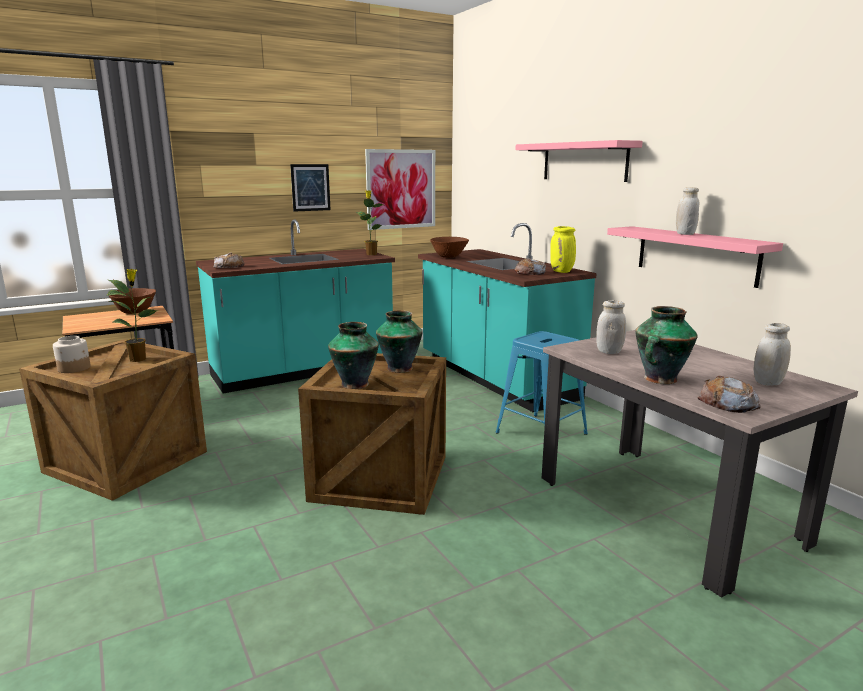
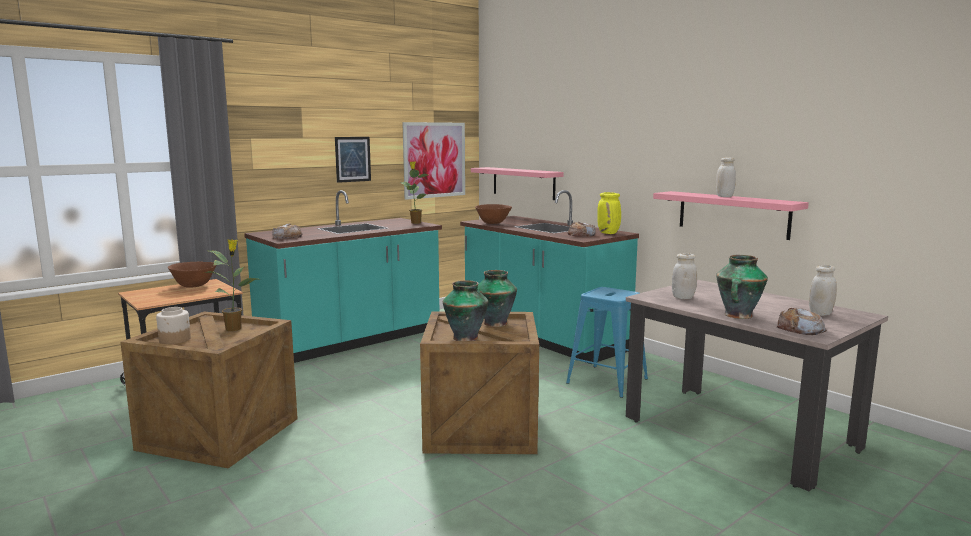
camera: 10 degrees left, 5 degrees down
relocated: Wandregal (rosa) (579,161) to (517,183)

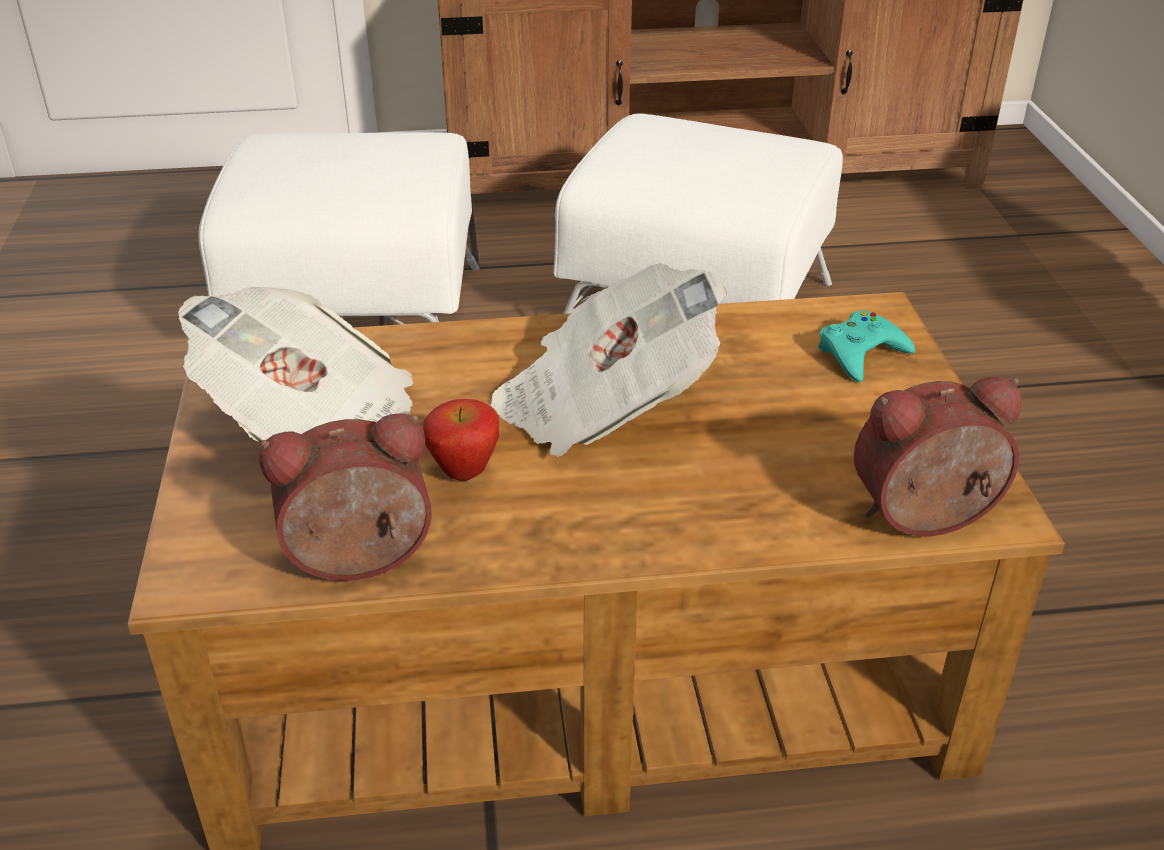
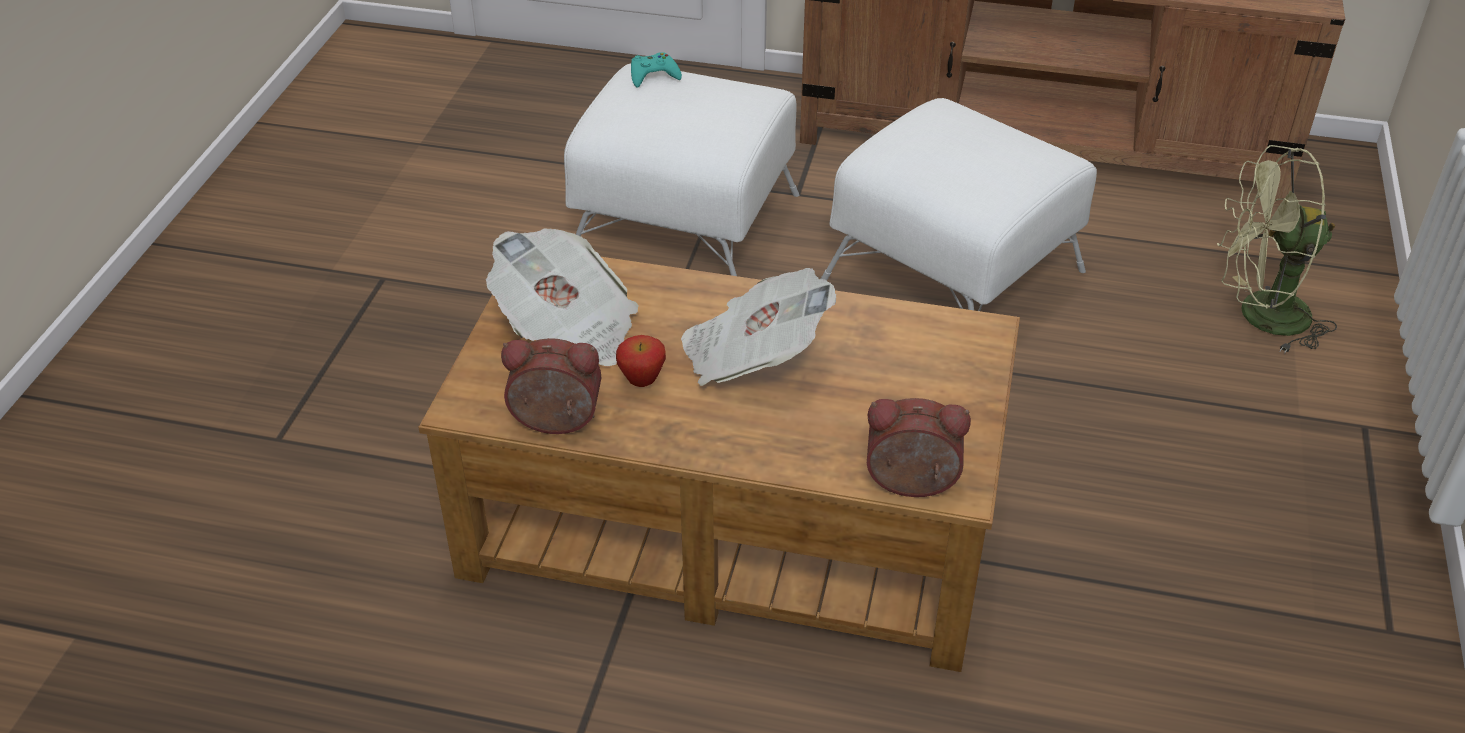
camera: 20 degrees right, 5 degrees up
appeared: Ventilator (grün) (1277,249)
relocated: Gamepad (türkis) (866,346) to (656,70)

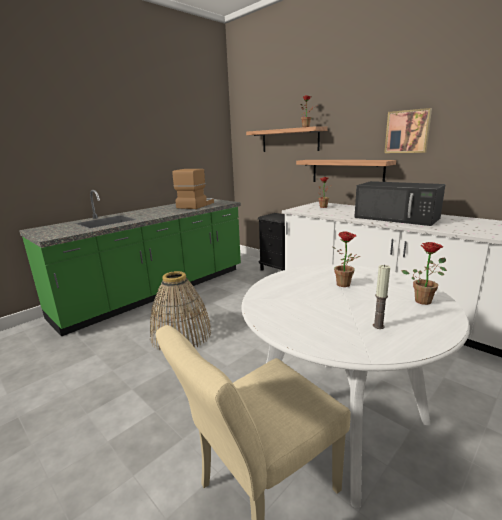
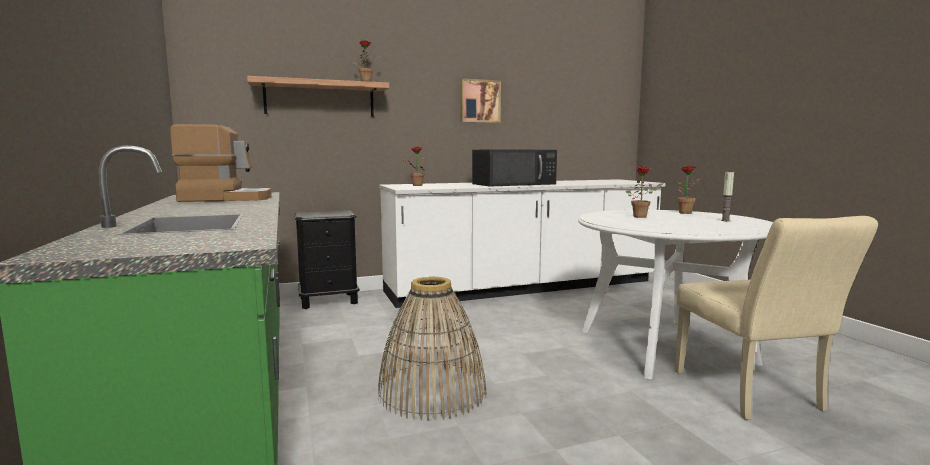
camera: 65 degrees left, 10 degrees down
missing: Wandregal (346,171)
spun: Kaffeemaschine (193,189) = (221,163) 120 degrees clockwise

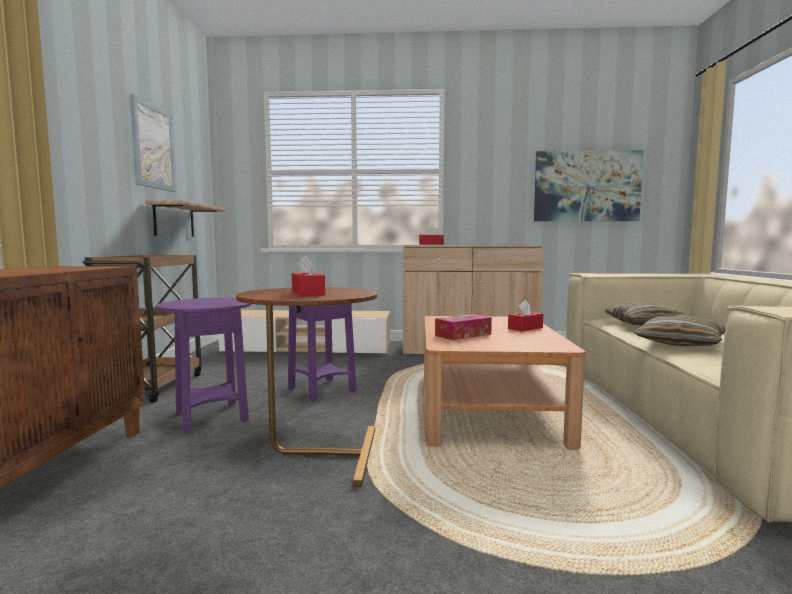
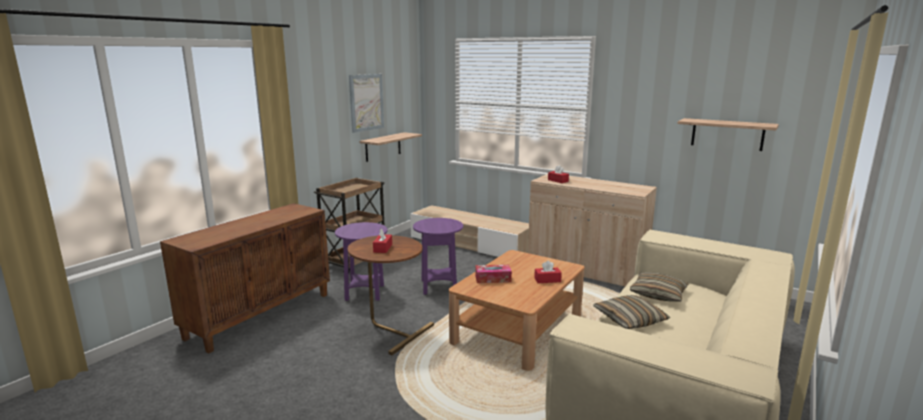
camera: 30 degrees right, 10 degrees up
exchanged: Bild (589,186) to Wandregal (728,134)

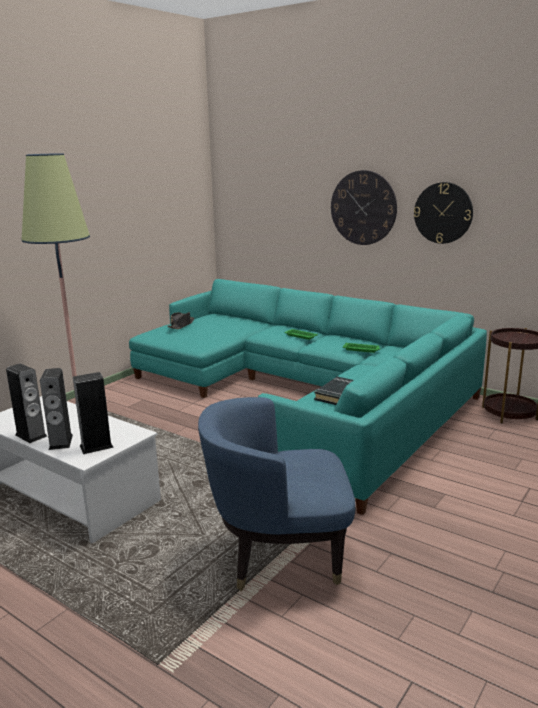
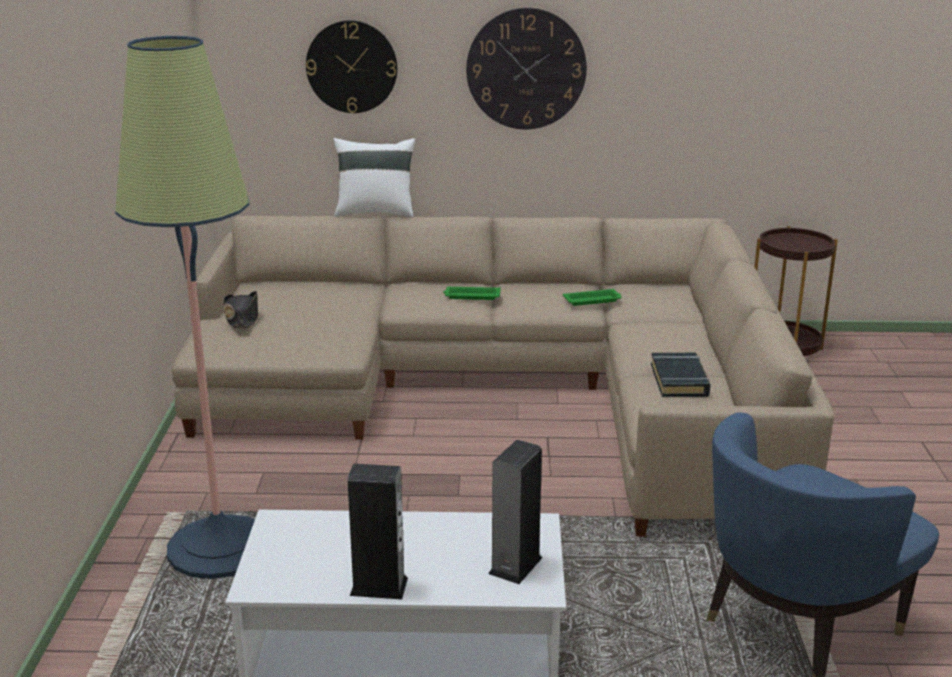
camera: 35 degrees left, 5 degrees up
missing: Lautsprecher (56,409)
appeared: Kissen (weiß) (374,178)
relocated: Wanduhr (443,213) to (351,66)
colour: Sofa (türkis) (308,397) to Sofa (beige) (503,376)

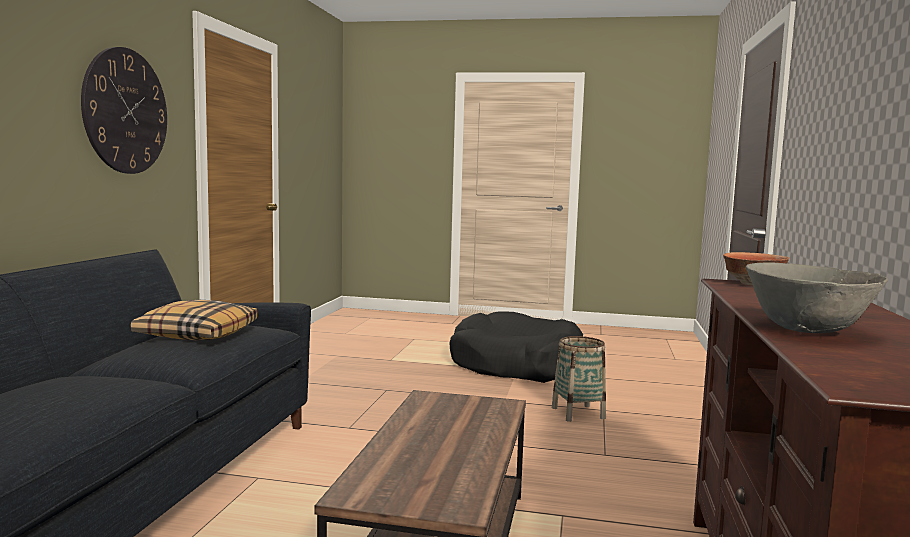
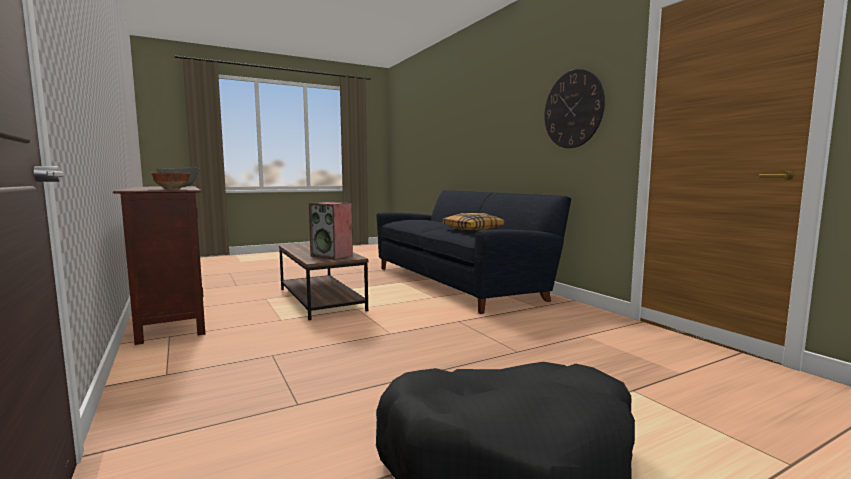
camera: 140 degrees right, 0 degrees up
missing: Korb (579,379)
appeared: Lautsprecher (331,231)

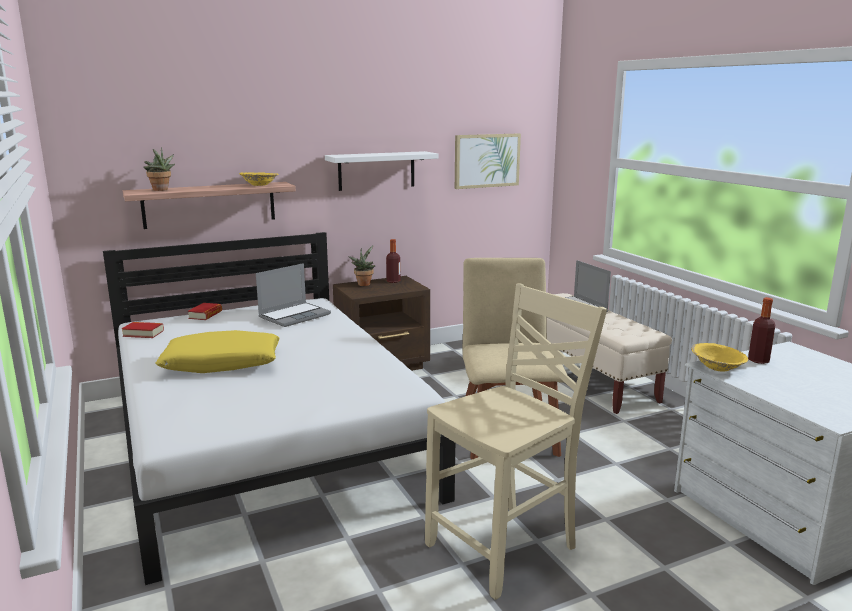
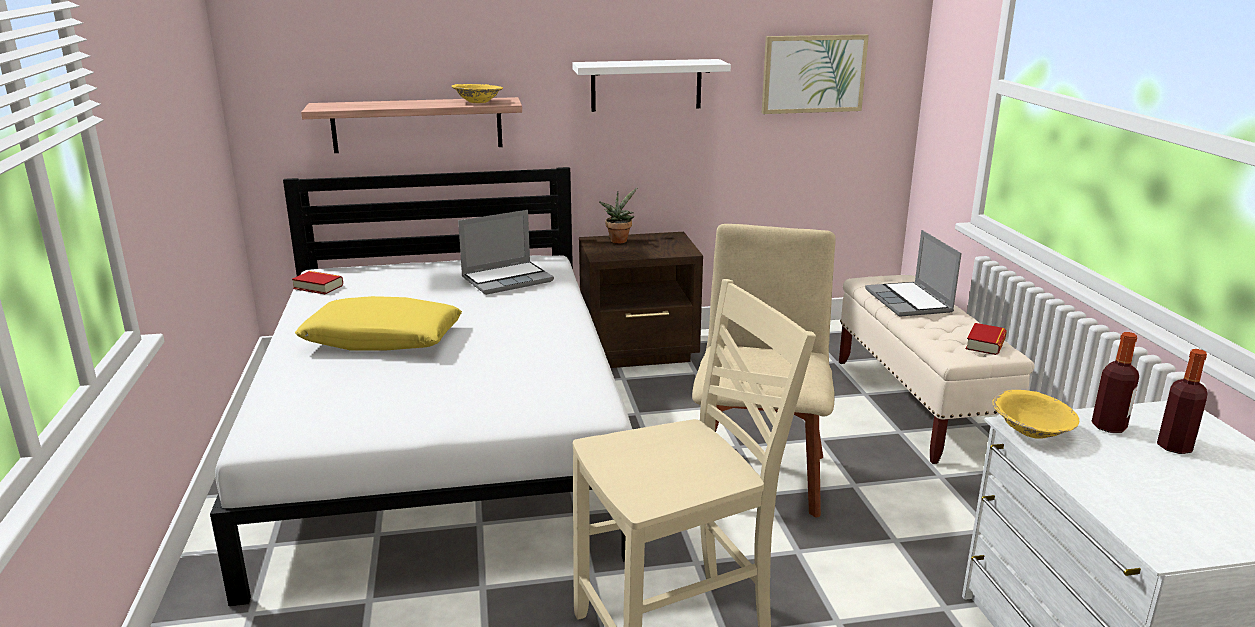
camera: 15 degrees right, 5 degrees up
missing: Topfpflanze (159,169)
relocated: Flasche (393,261) to (1182,401); Buch (205,311) to (986,339)

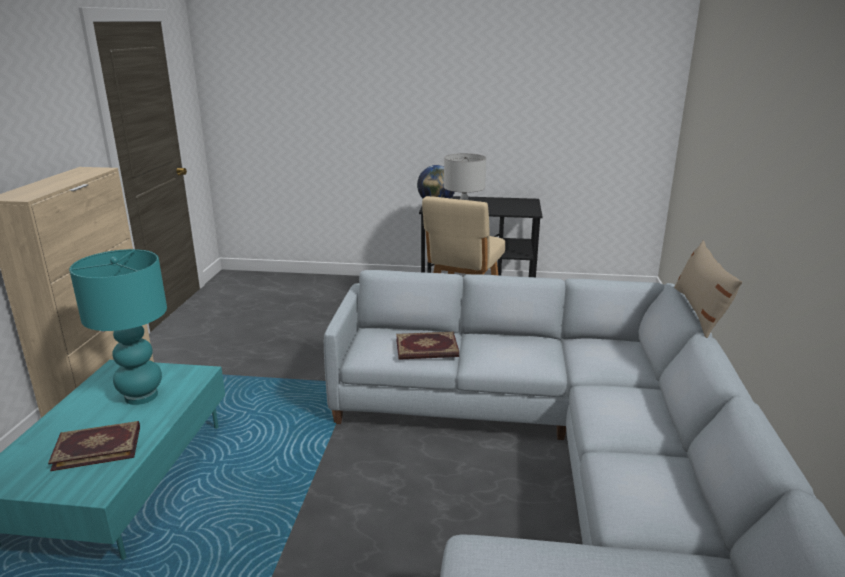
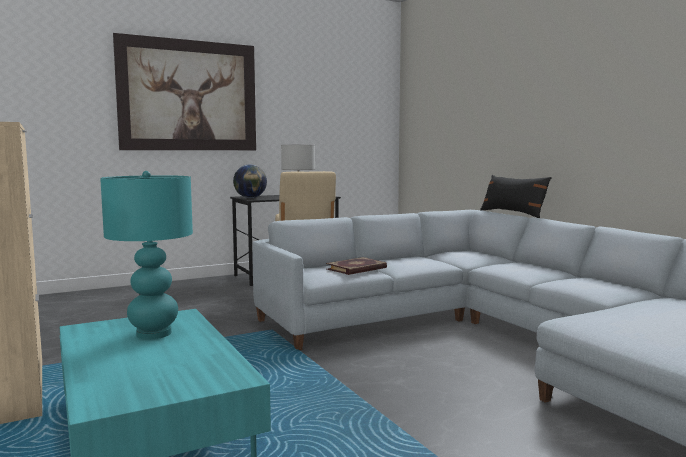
camera: 35 degrees left, 15 degrees down
missing: Buch (94,446)
appeared: Bild (184,91)
colour: Kissen (beige) (708,289) to Kissen (schwarz) (516,196)

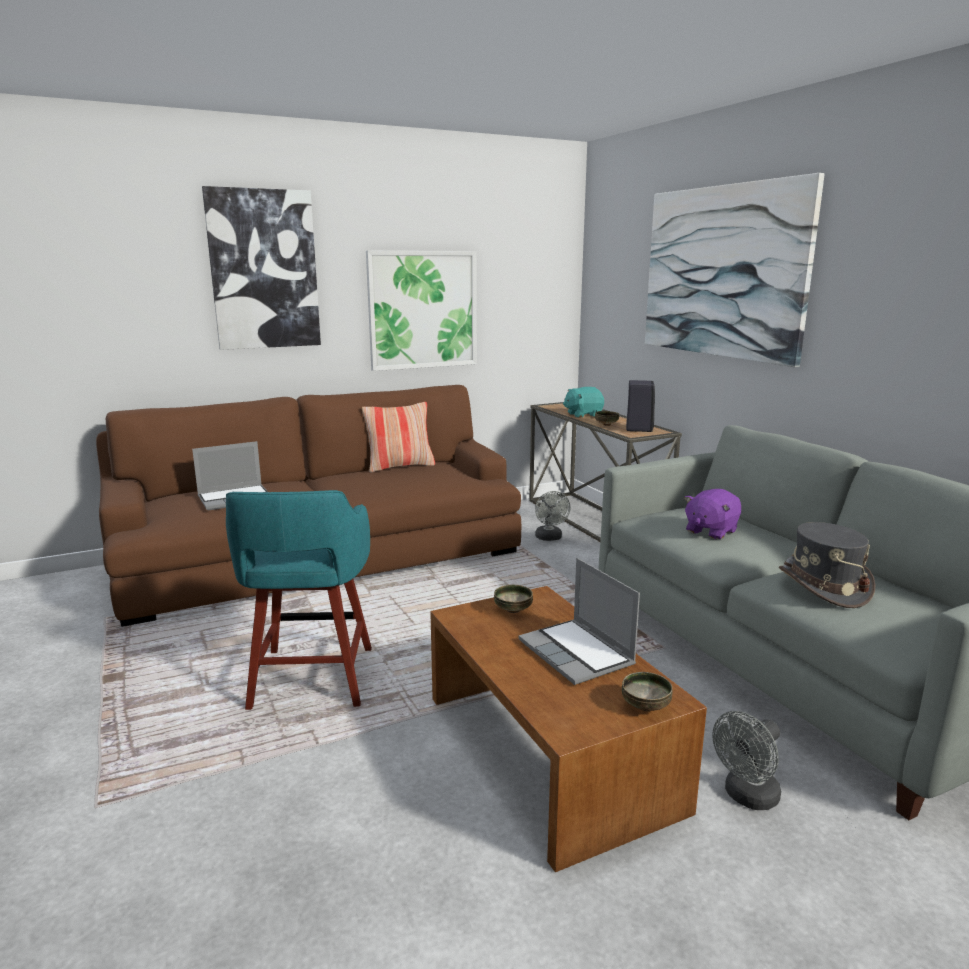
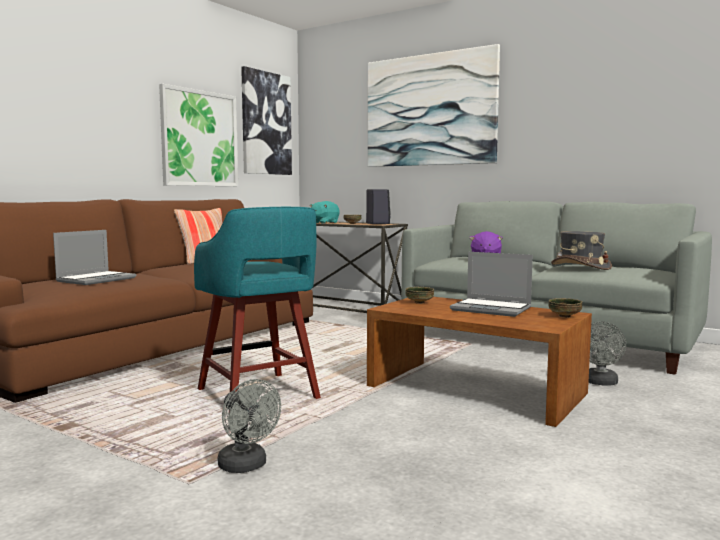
camera: 30 degrees left, 10 degrees down
relocated: Bild (261,268) to (266,120); Ventilator (grau) (553,516) to (249,426)

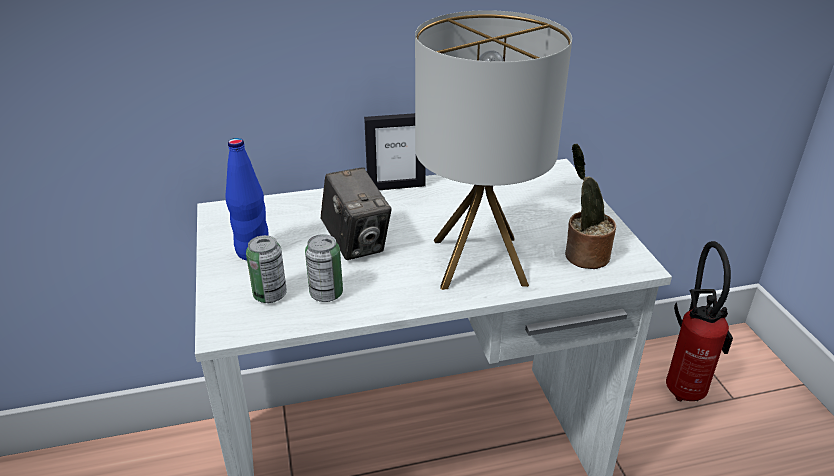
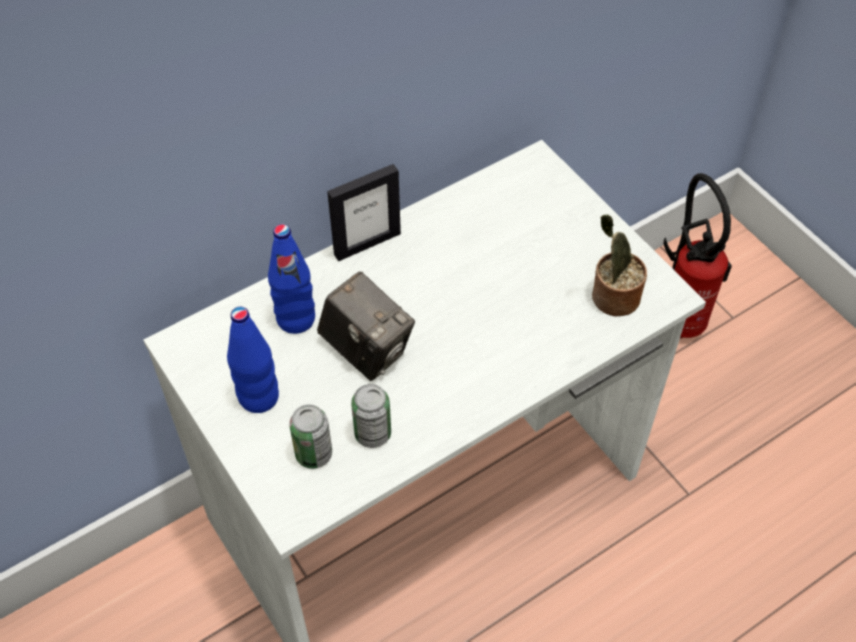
camera: 20 degrees left, 20 degrees up
missing: Tischlampe (493,150)
appeared: Flasche (blau) (291,279)

